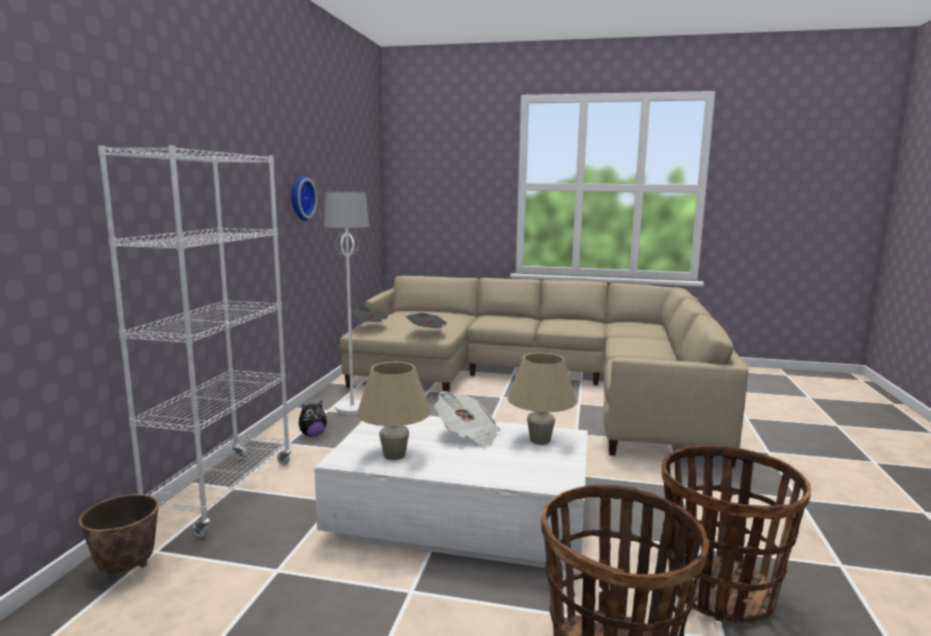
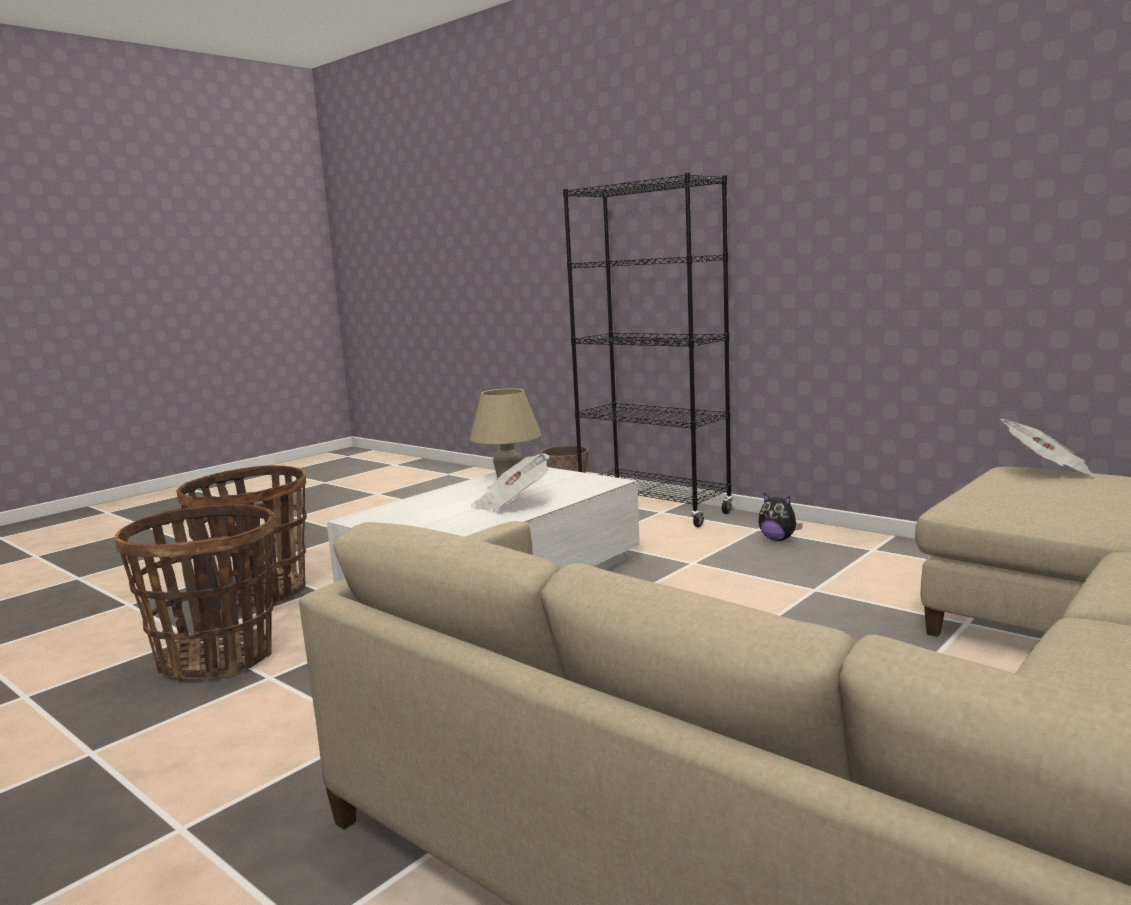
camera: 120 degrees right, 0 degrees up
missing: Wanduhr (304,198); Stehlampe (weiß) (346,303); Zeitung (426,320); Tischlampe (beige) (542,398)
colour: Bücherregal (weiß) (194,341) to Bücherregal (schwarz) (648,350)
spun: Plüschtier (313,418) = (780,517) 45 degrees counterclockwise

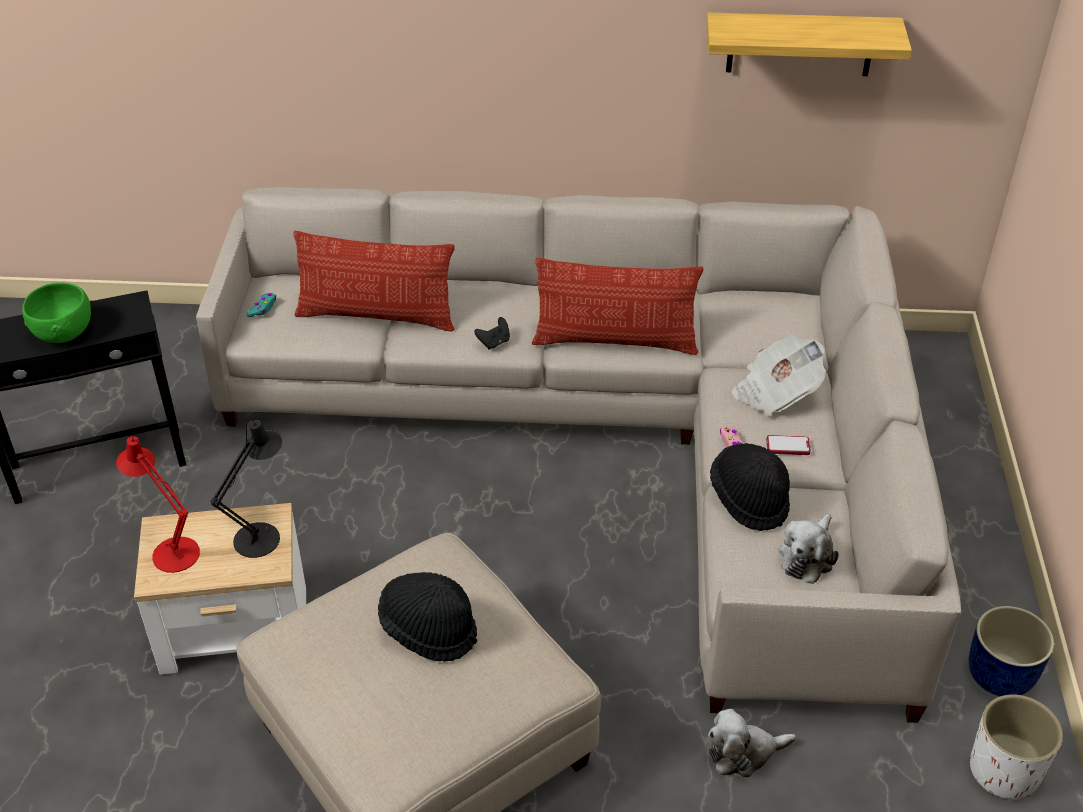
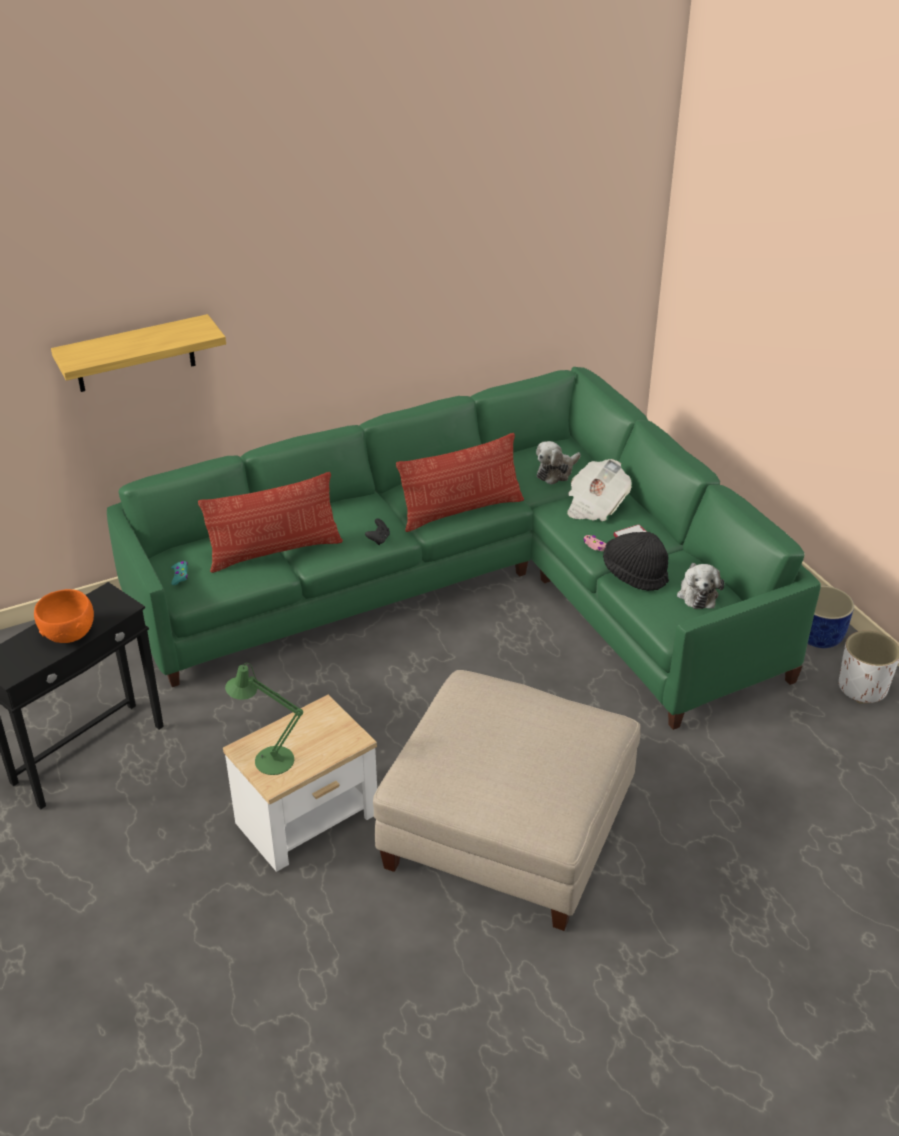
camera: 30 degrees left, 5 degrees down
missing: Tischlampe (schwarz) (246,489); Hut (schwarz) (427,617)
relocated: Wandregal (809,44) to (138,353); Plüschtier (752,743) to (558,463)
colour: Sofa (beige) (578,455) to Sofa (grün) (464,548); Schüssel (grün) (56,312) to Schüssel (orange) (64,616); Tischlampe (rot) (158,504) to Tischlampe (grün) (264,719)

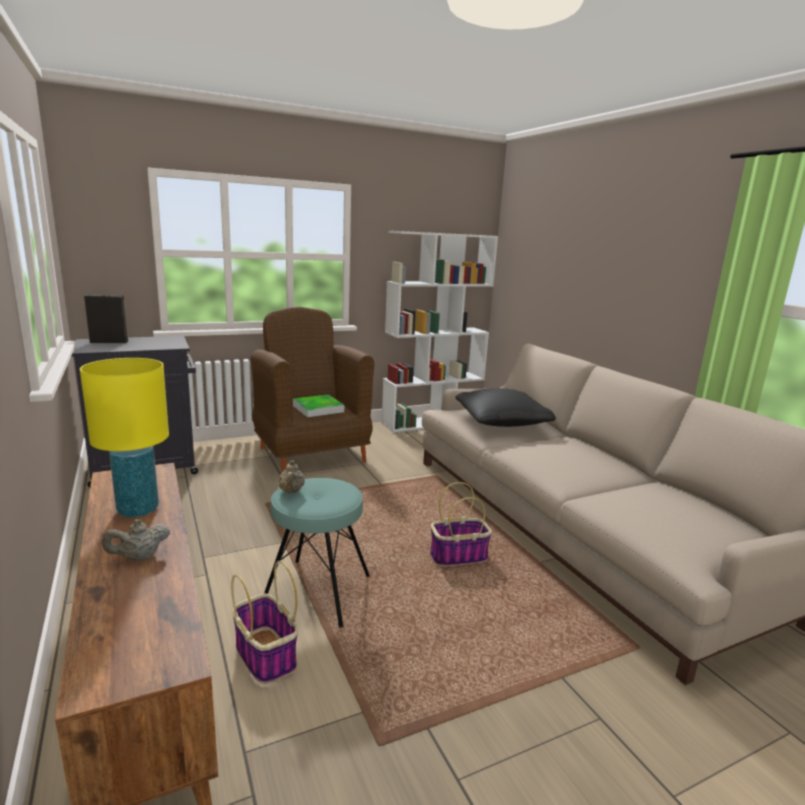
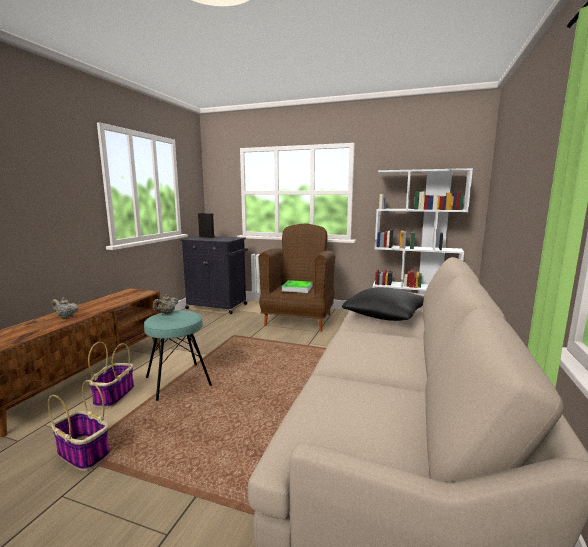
camera: 45 degrees right, 5 degrees down
missing: Tischlampe (gelb) (124,437)
relocated: Korb (461,524) to (79,425)

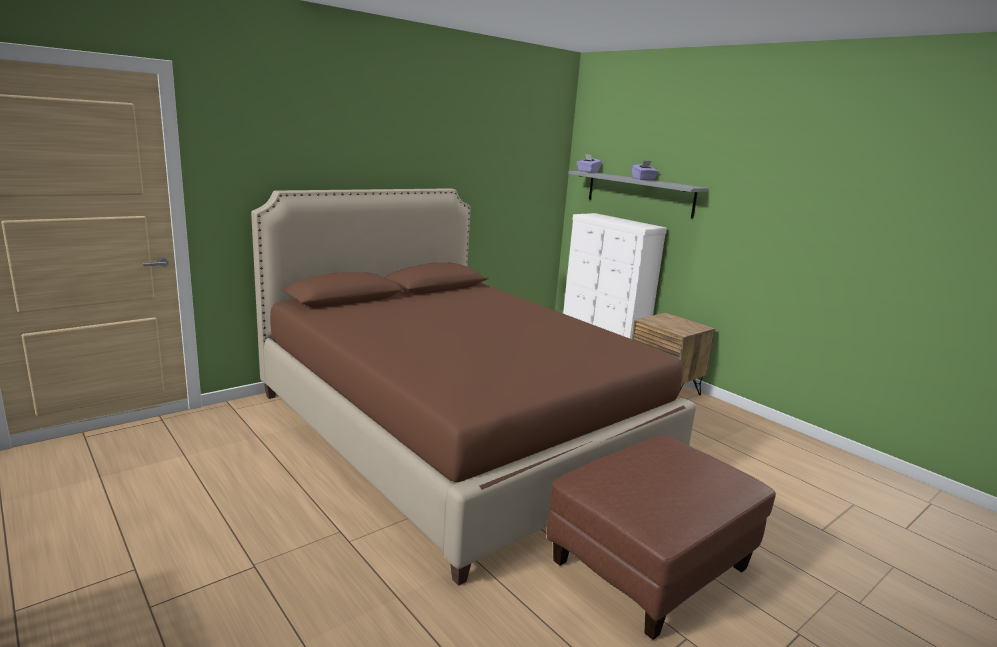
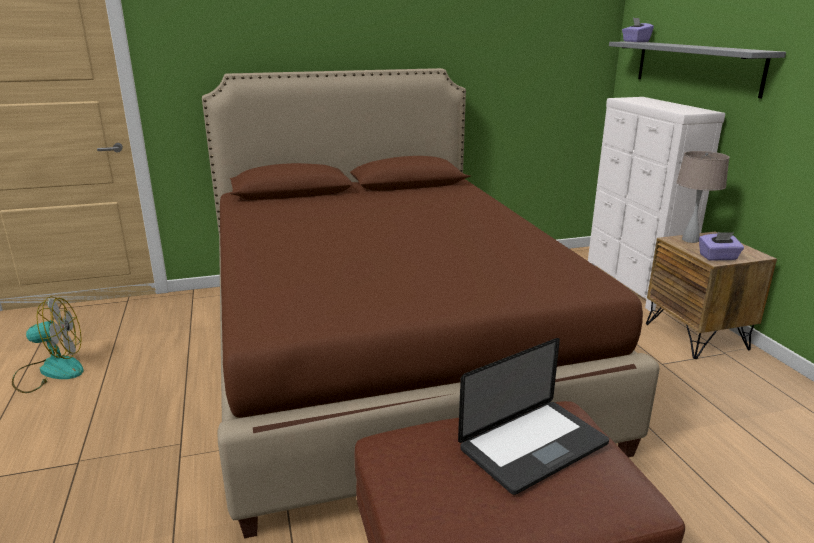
camera: 25 degrees right, 5 degrees up
appeared: Tischlampe (beige) (703,197); Ventilator (48,344); Laptop (533,416)
relocated: Taschentuchbox (lila) (645,170) to (721,246)

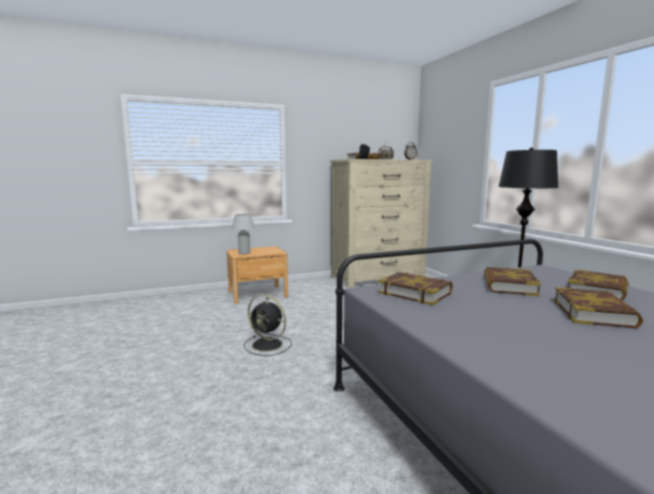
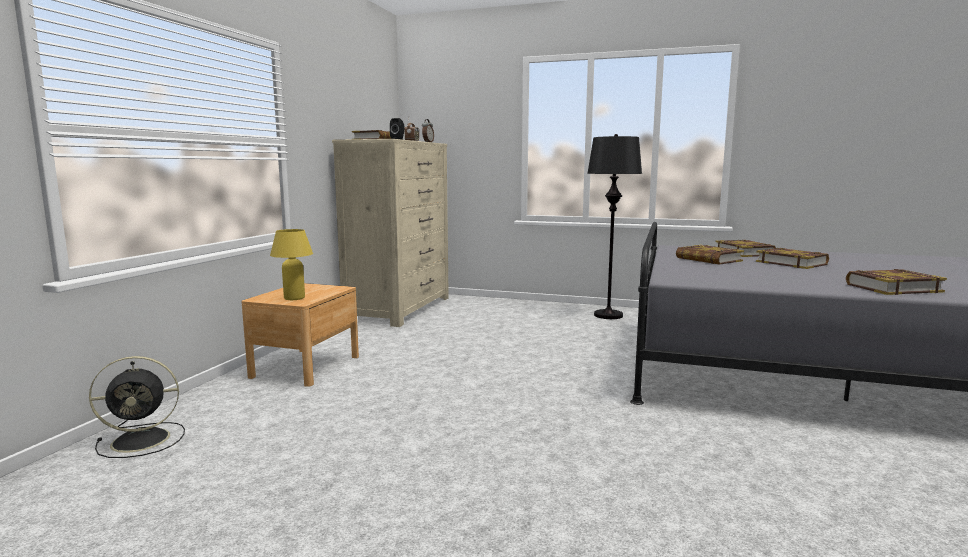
camera: 50 degrees left, 0 degrees up
relocated: Buch (415,288) to (896,282); Ventilator (schwarz) (268,325) to (137,407)
colour: Tischlampe (weiß) (243,234) to Tischlampe (gelb) (291,264)

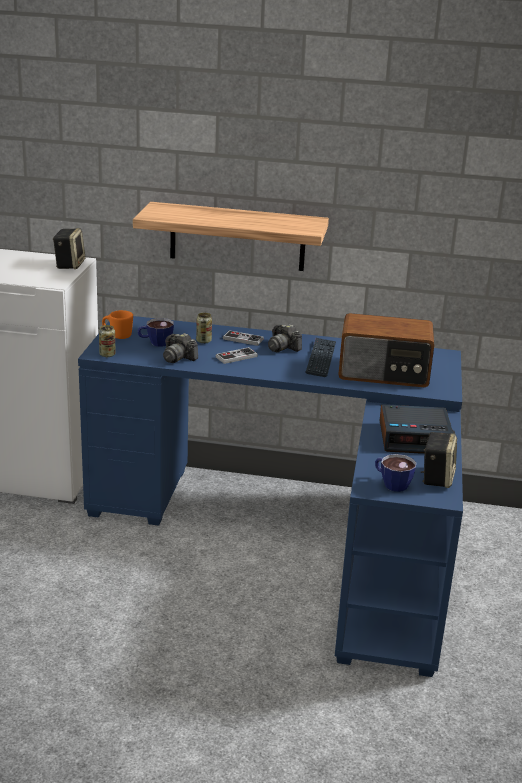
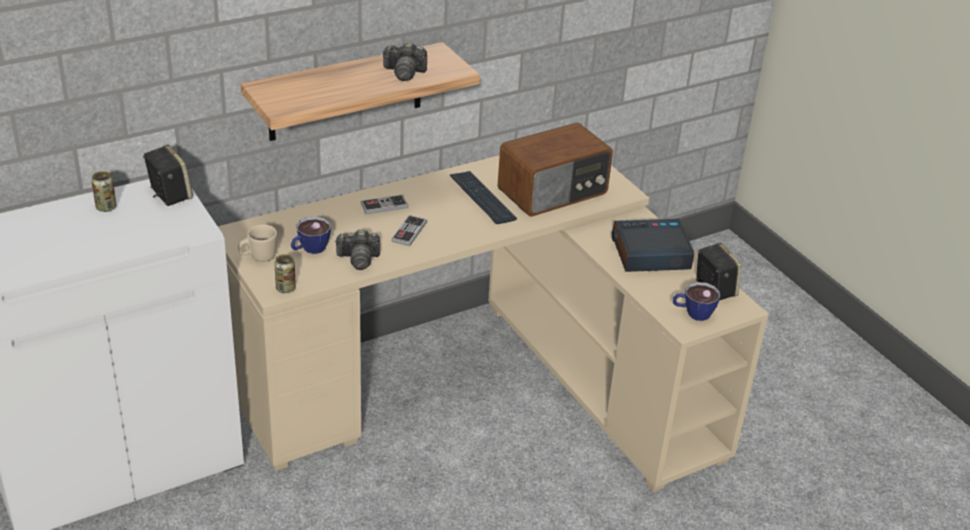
camera: 40 degrees left, 10 degrees up
relocated: Dose (204,328) to (104,191); Kamera (285,338) to (404,61)
colour: Henkelbecher (orange) (117,324) to Henkelbecher (beige) (257,243); Schreibtisch (blau) (270,496) to Schreibtisch (beige) (493,324)
spun: Wecker (417,429) = (653,245) 150 degrees counterclockwise

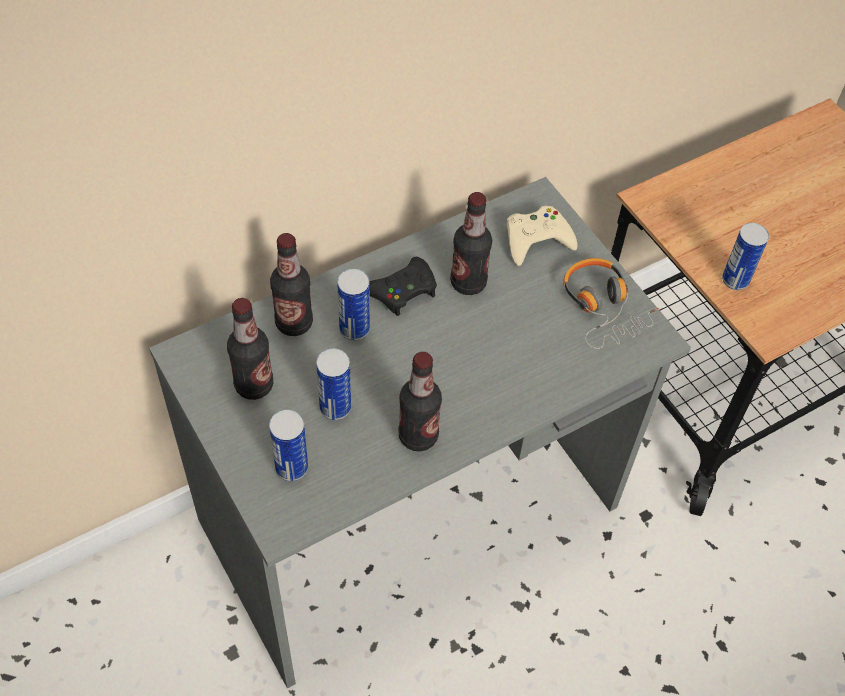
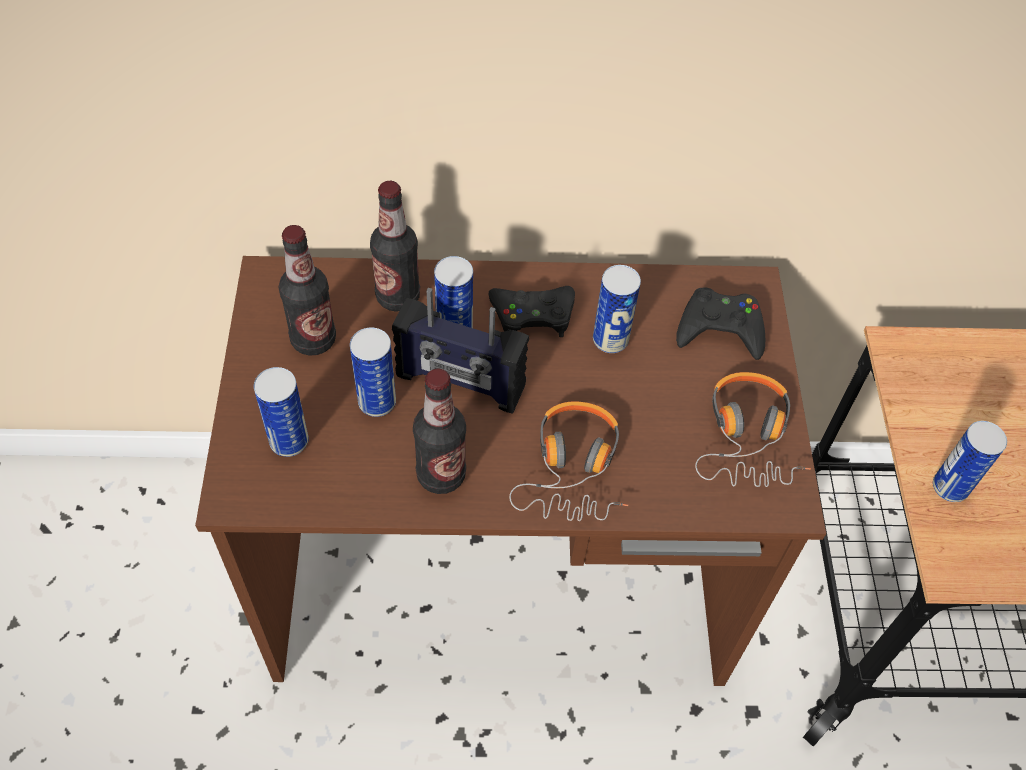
camera: 30 degrees right, 0 degrees up
appeared: Radio (460,351); Kopfhörer (569,461)
exchanged: Flasche (471,243) to Dose (617,309)
colour: Schreibtisch (grau) (420,432) to Schreibtisch (braun) (510,471); Gamepad (beige) (542,236) to Gamepad (schwarz) (720,323)

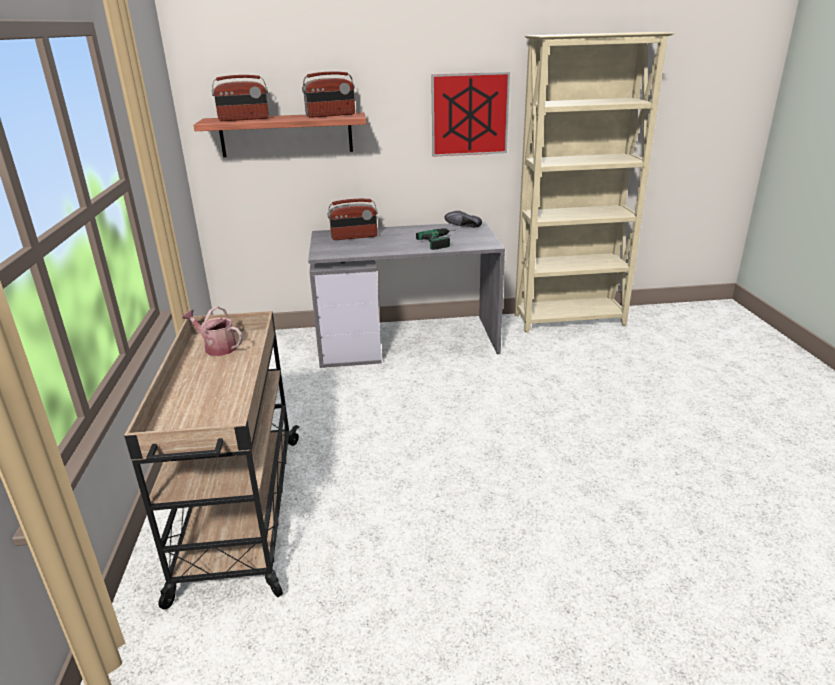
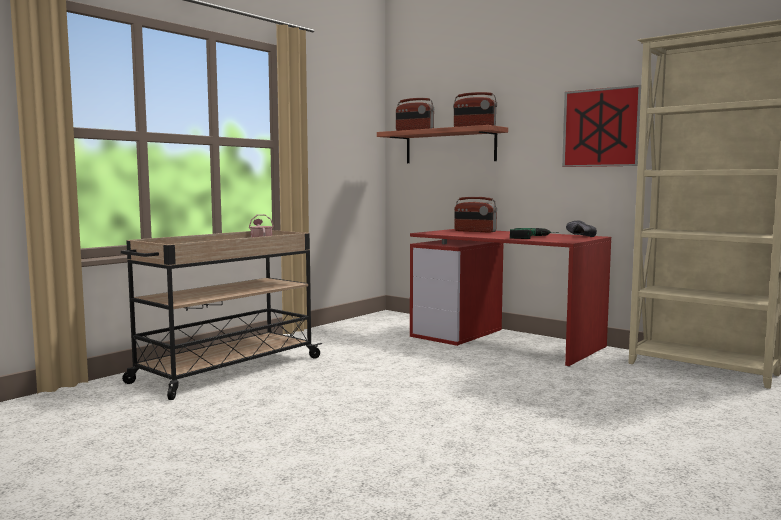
camera: 45 degrees right, 20 degrees down
colour: Schreibtisch (grau) (406,295) to Schreibtisch (rot) (510,297)

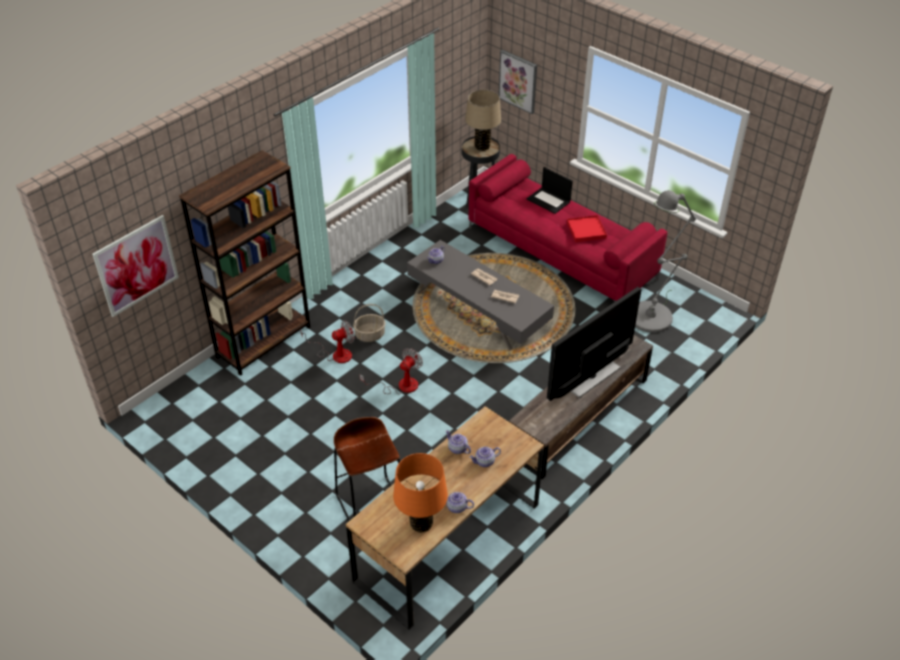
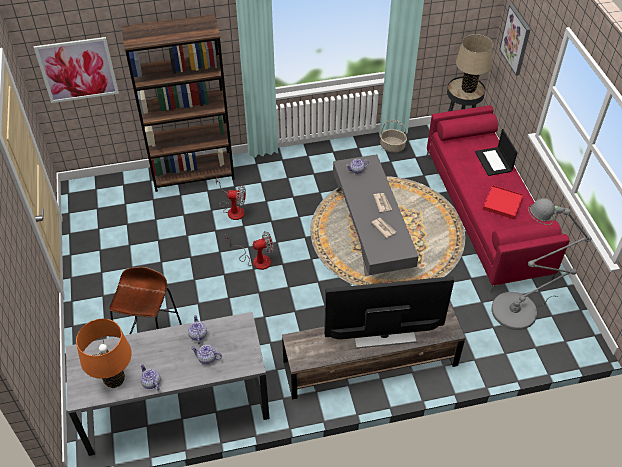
camera: 35 degrees right, 5 degrees up
relocated: Korb (369,323) to (393,136)
colour: Schreibtisch (braun) (445,518) to Schreibtisch (grau) (168,384)

